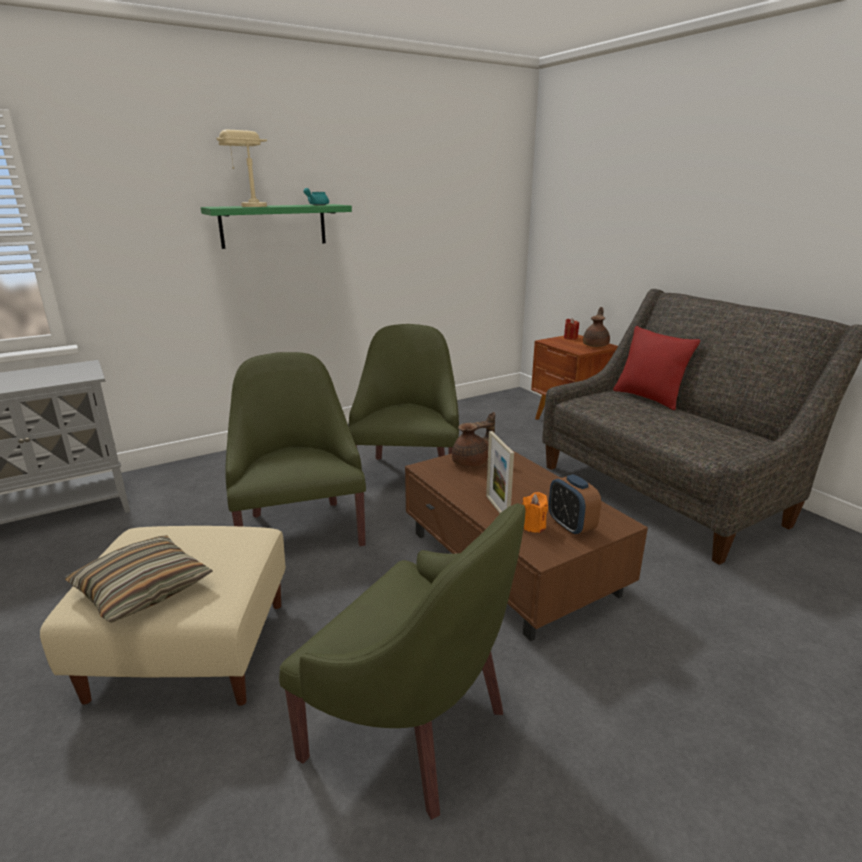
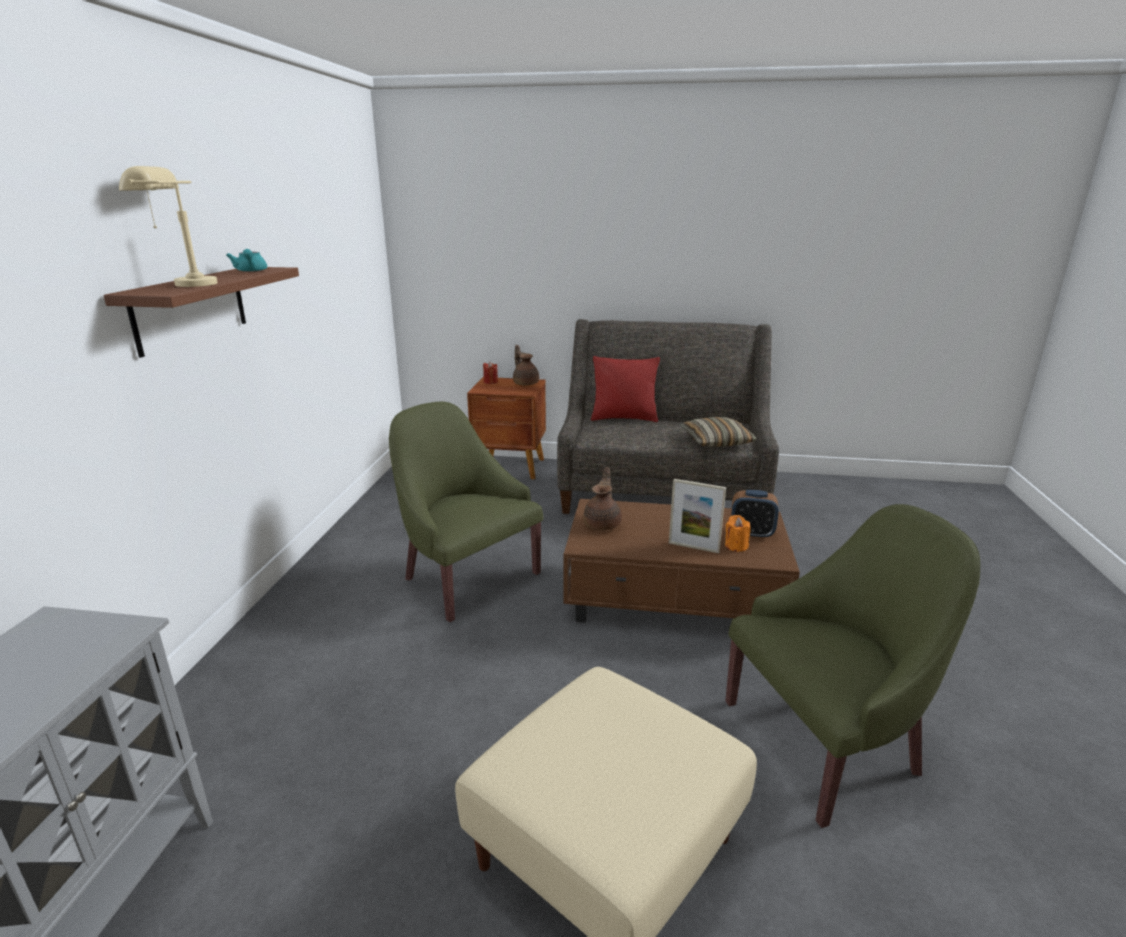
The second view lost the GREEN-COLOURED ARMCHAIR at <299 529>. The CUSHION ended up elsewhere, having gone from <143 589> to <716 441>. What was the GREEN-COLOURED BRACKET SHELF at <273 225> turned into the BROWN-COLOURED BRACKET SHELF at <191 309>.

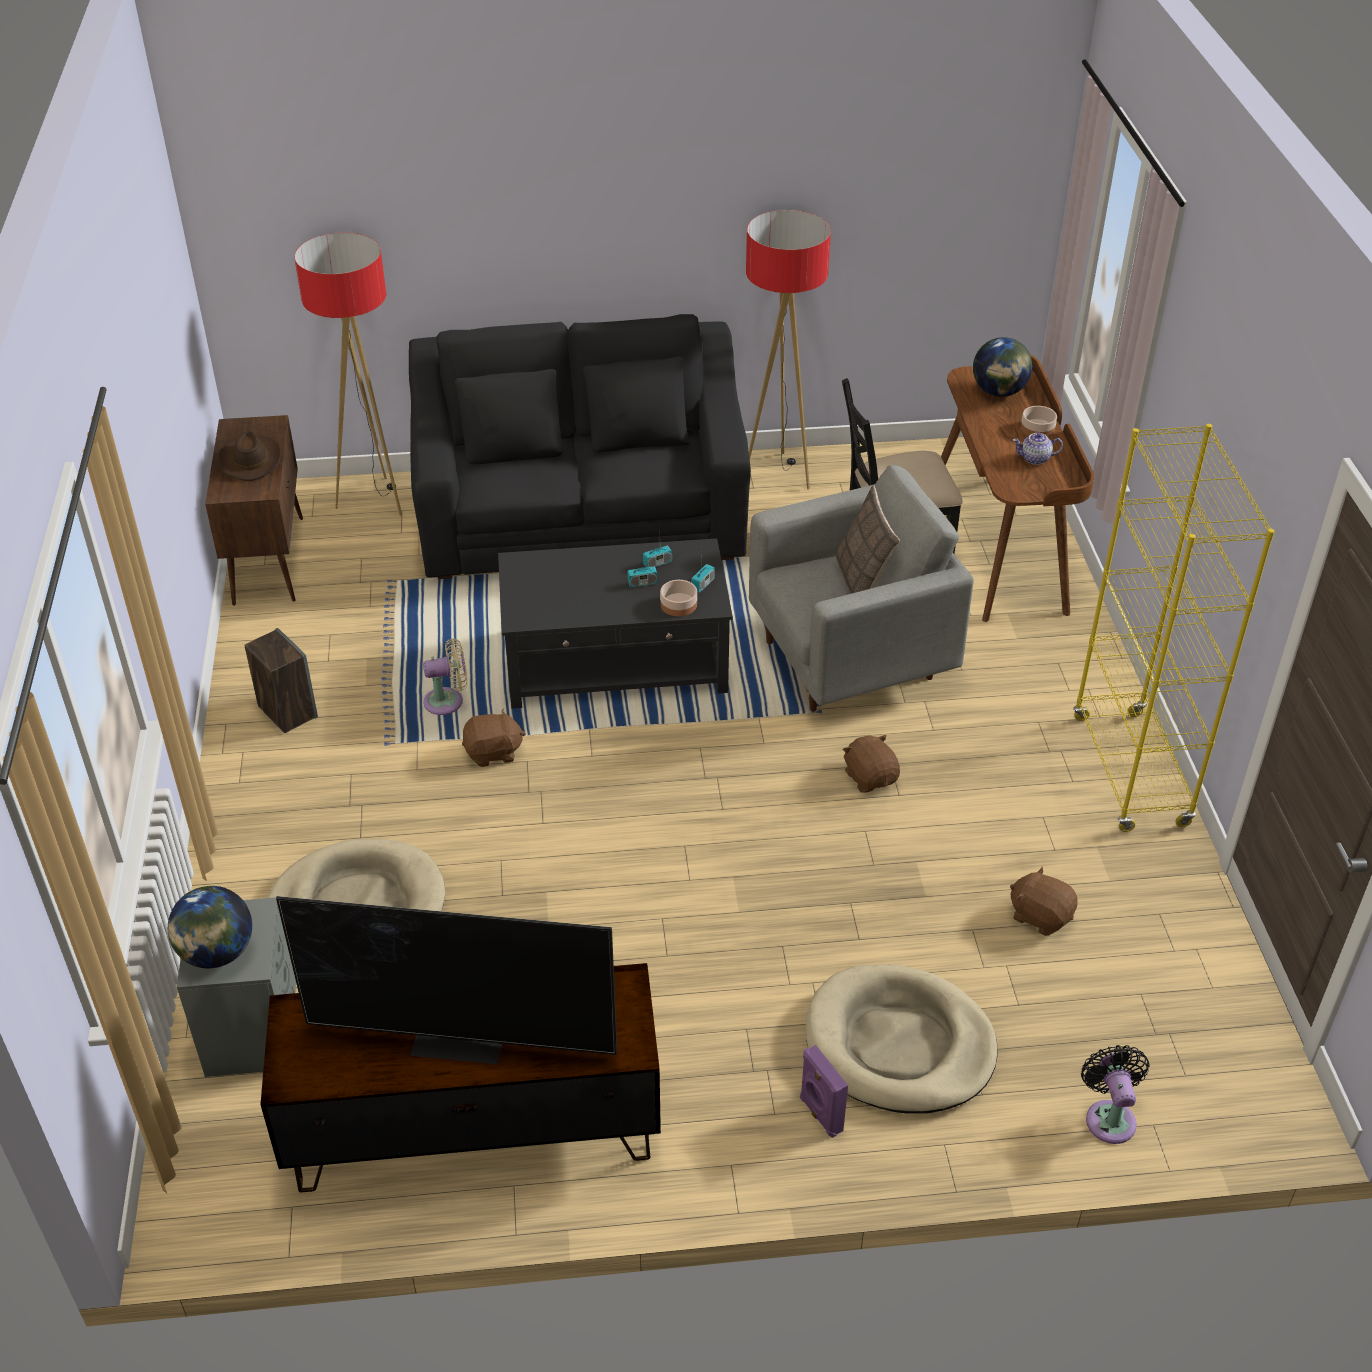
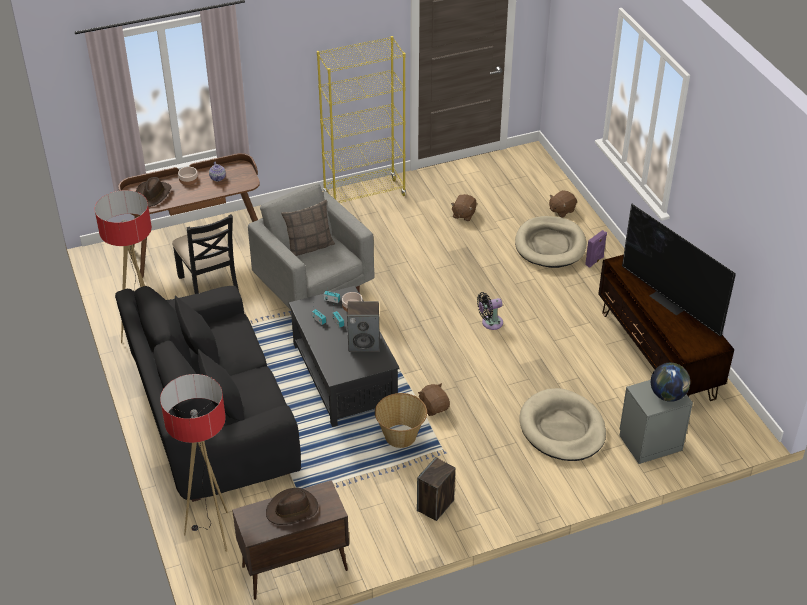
The second view gained the SPEAKER at <364 344>. The BROWN-COLOURED PLUSH TOY ended up elsewhere, having gone from <870 777> to <561 210>. The BLACKISH COOLING FAN ended up elsewhere, having gone from <1109 1117> to <490 323>. Where the SAND-COLOURED COOLING FAN stood at <448 701>, the HOUSEHOLD BASKET came to stand at <401 436>. Where the WORLD GLOBE stood at <999 392>, the BROWN-COLOURED WEARABLE HAT came to stand at <153 194>. The TV SET at <461 1039> ended up facing another way, 150 degrees clockwise from before.

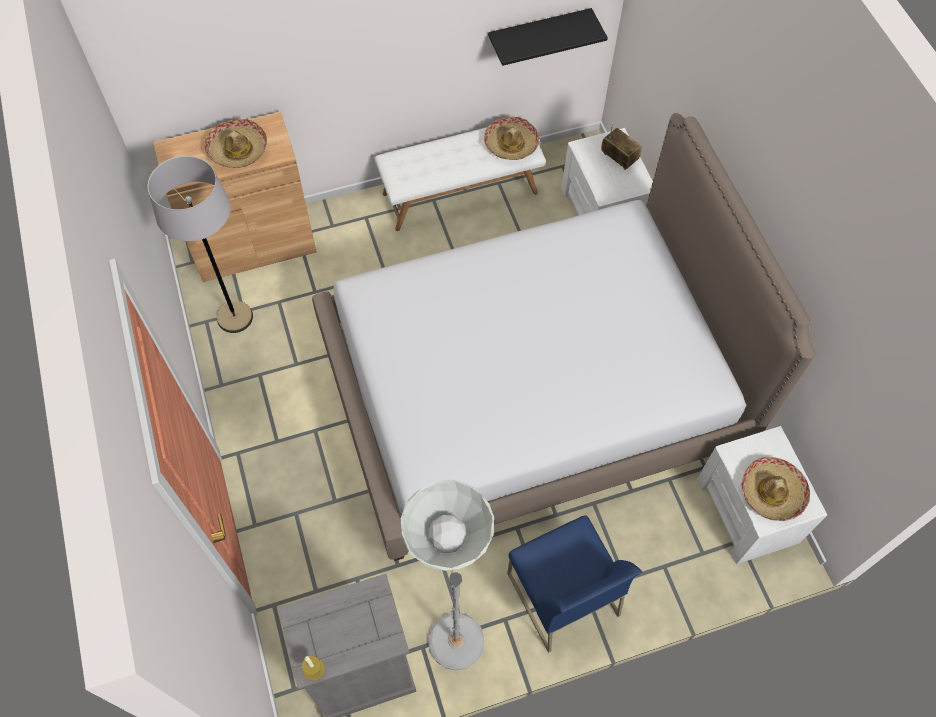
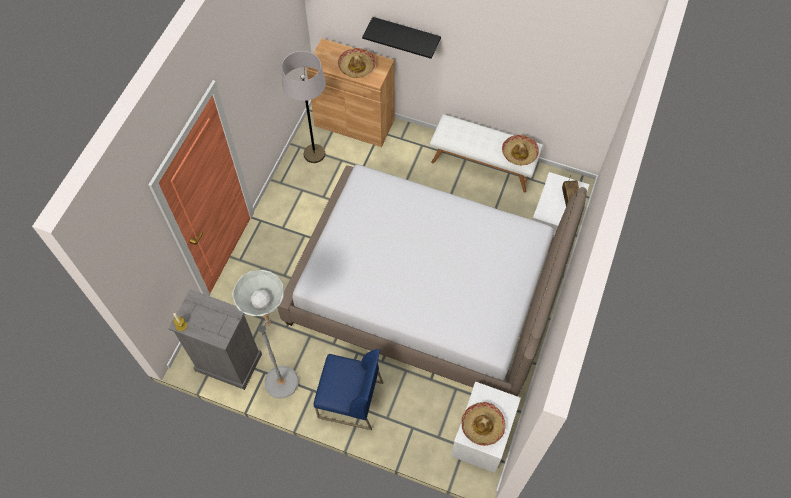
The BLACKISH BRACKET SHELF ended up elsewhere, having gone from <539 34> to <406 35>. The BLUE PLAIN CHAIR at <561 593> ended up facing another way, 90 degrees counterclockwise from before.

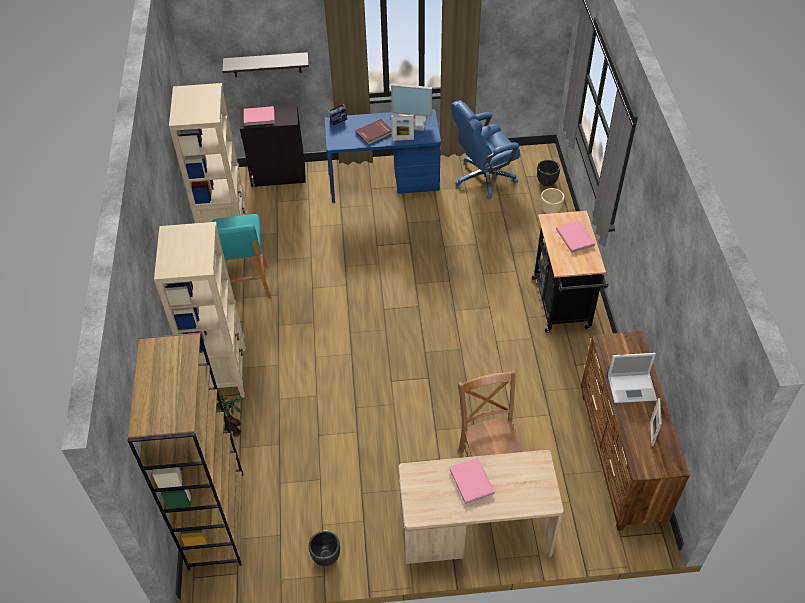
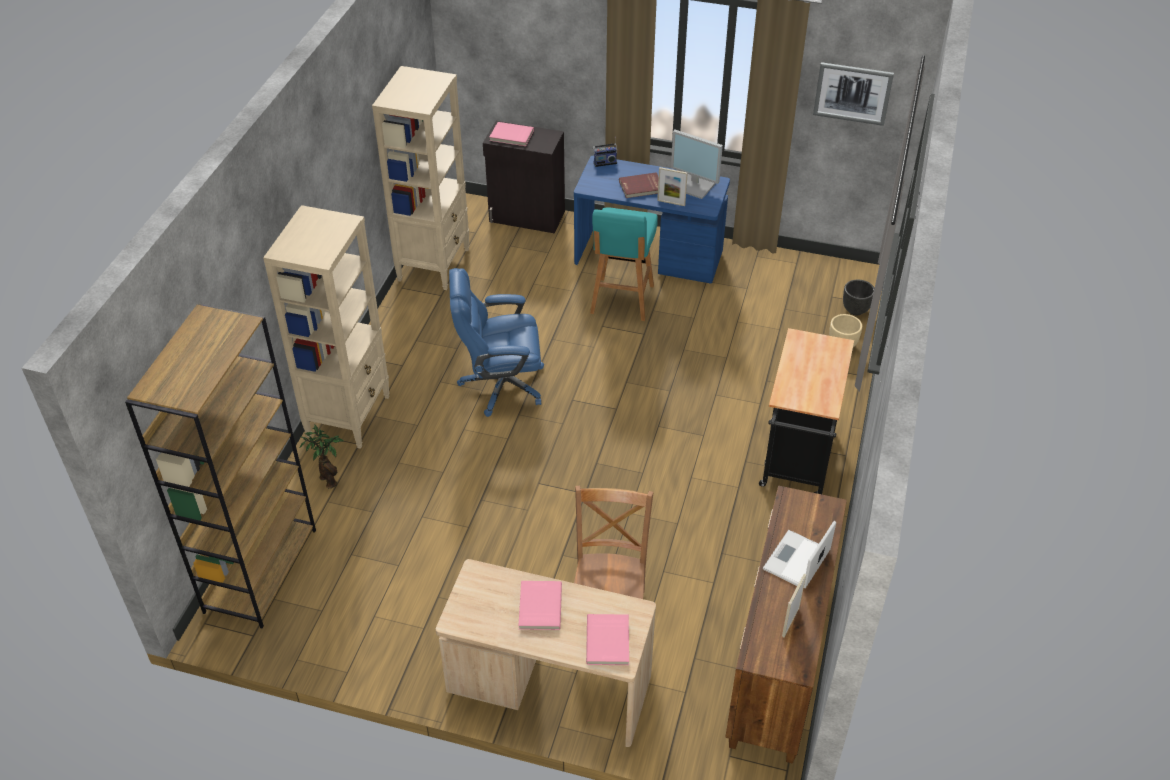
The second view lost the BRACKET SHELF at <267 64>. The second view lost the BLACKISH PLANT POT at <326 557>. The second view gained the WALL ART at <852 93>. The TURQUOISE-COLOURED SITTING STOOL ended up elsewhere, having gone from <247 286> to <621 300>. The BLUE DESK CHAIR ended up elsewhere, having gone from <483 178> to <501 385>. The PINK BOUND BOOK ended up elsewhere, having gone from <575 237> to <609 641>. The PORTABLE COMPUTER at <632 387> ended up facing another way, 105 degrees clockwise from before.

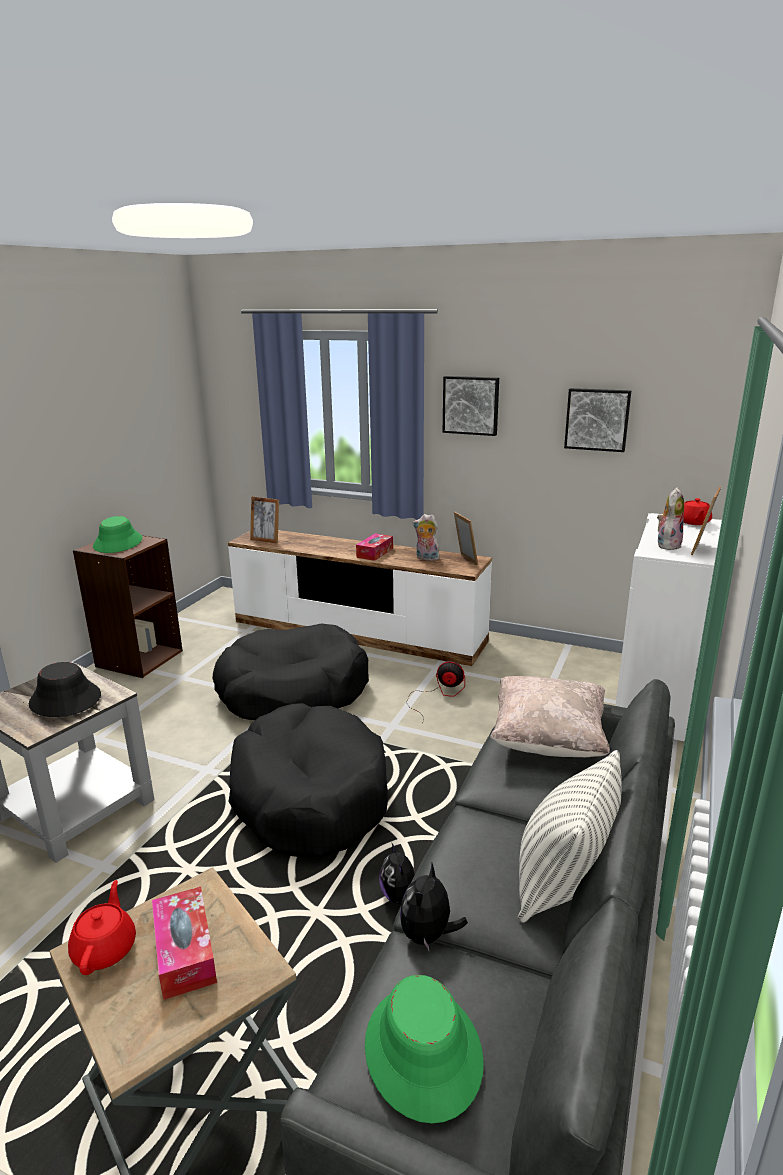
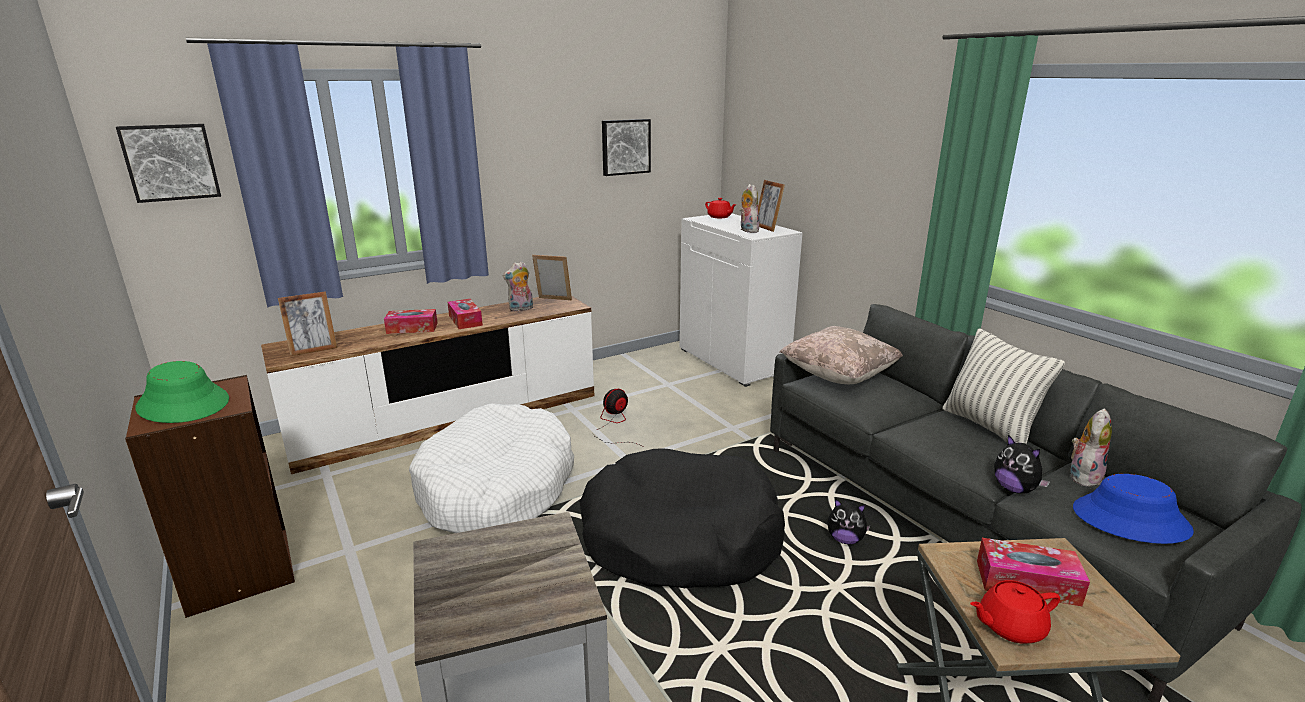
The second view lost the BLACKISH WEARABLE HAT at <65 700>. The second view gained the TISSUE HOLDER at <412 328>. The second view gained the PLUSH TOY at <1083 476>. The WALL ART ended up elsewhere, having gone from <471 405> to <171 162>. What was the BLACKISH PET BED at <292 690> turned into the WHITE-COLOURED PET BED at <497 488>. What was the GREEN-COLOURED WEARABLE HAT at <422 1051> turned into the BLUE WEARABLE HAT at <1130 520>. The RED TEA POT at <105 949> ended up facing another way, 45 degrees counterclockwise from before.

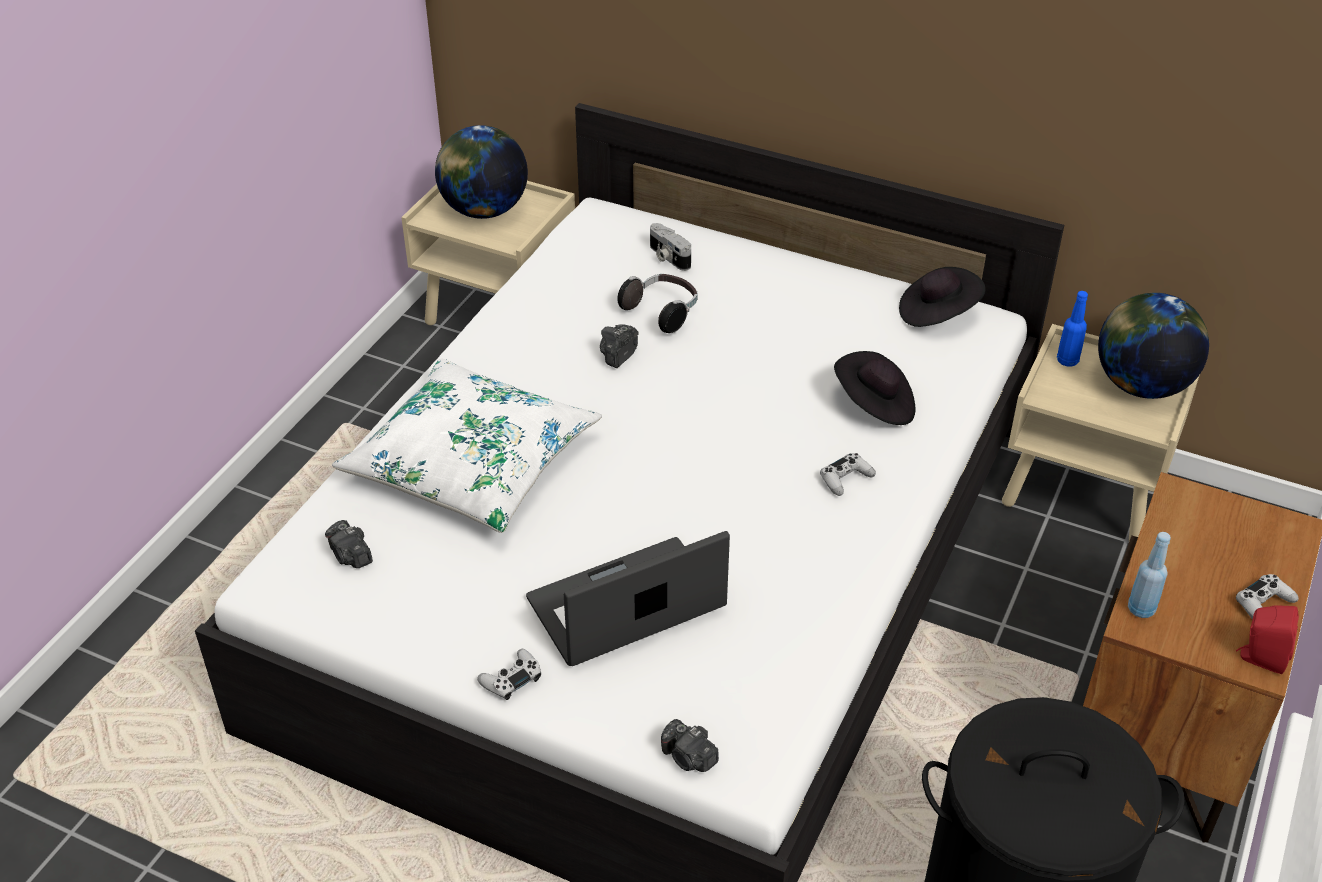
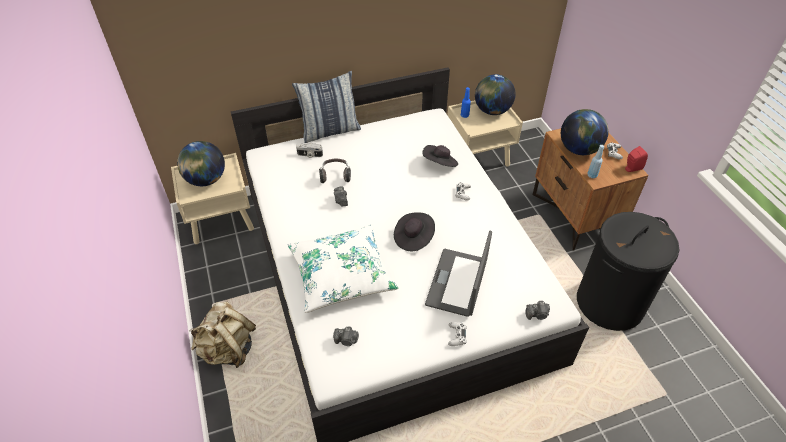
The second view gained the SAND-COLOURED RUCKSACK at <228 350>. The second view gained the CUSHION at <330 131>. The second view gained the WORLD GLOBE at <579 149>. The BLACKISH WEARABLE HAT ended up elsewhere, having gone from <937 314> to <413 238>.

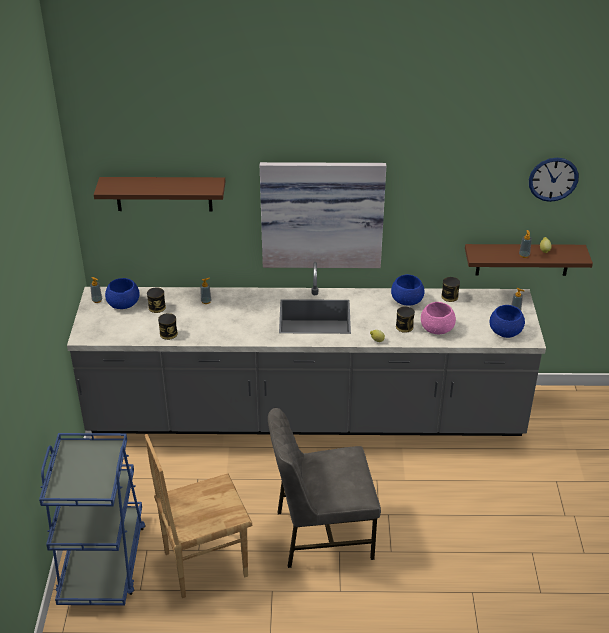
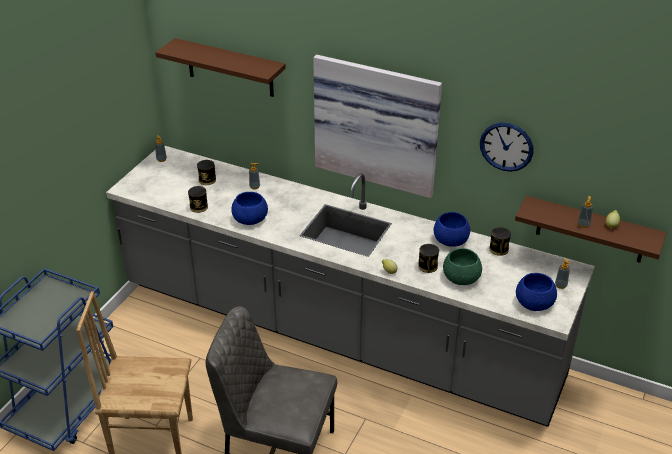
The BLUE BOWL ended up elsewhere, having gone from <123 303> to <250 218>. The CLOCK ON THE WALL ended up elsewhere, having gone from <553 179> to <506 146>. What was the PINK BOWL at <437 328> turned into the GREEN-COLOURED BOWL at <461 278>.

